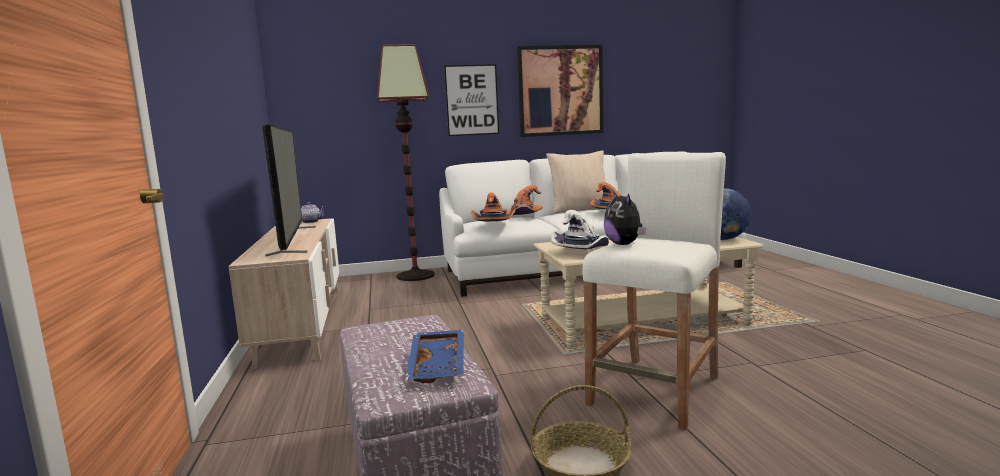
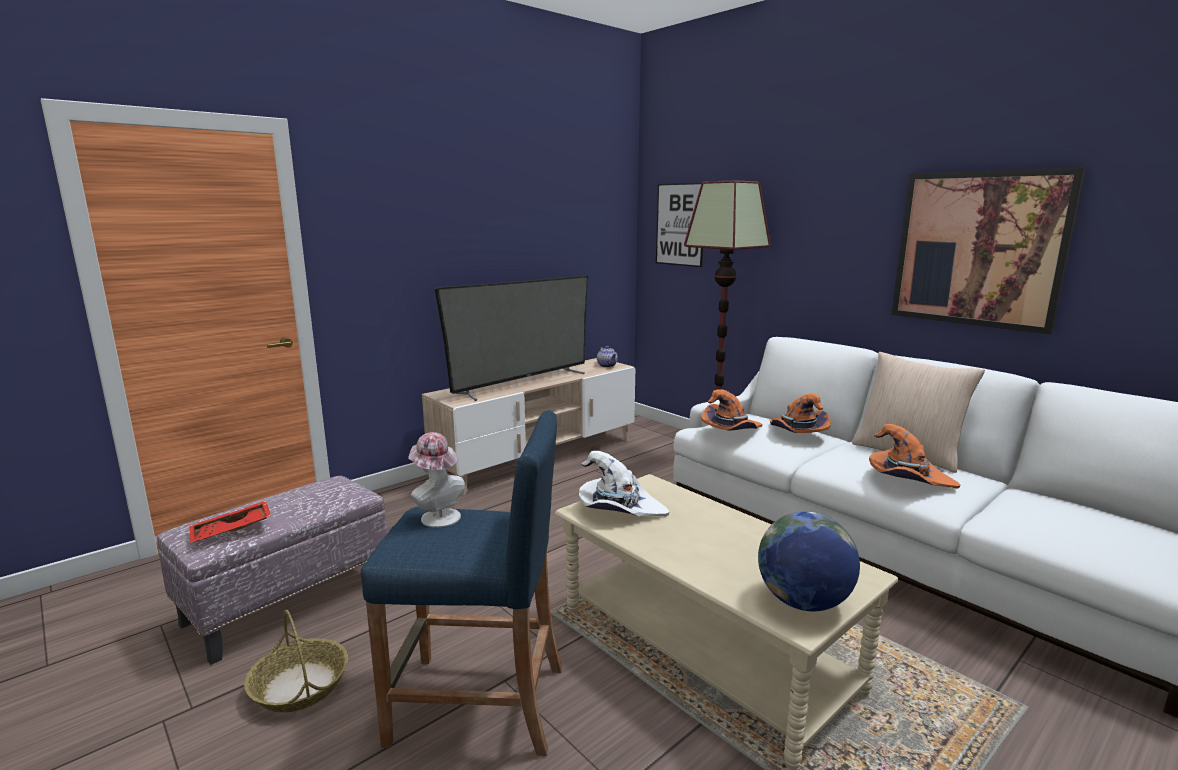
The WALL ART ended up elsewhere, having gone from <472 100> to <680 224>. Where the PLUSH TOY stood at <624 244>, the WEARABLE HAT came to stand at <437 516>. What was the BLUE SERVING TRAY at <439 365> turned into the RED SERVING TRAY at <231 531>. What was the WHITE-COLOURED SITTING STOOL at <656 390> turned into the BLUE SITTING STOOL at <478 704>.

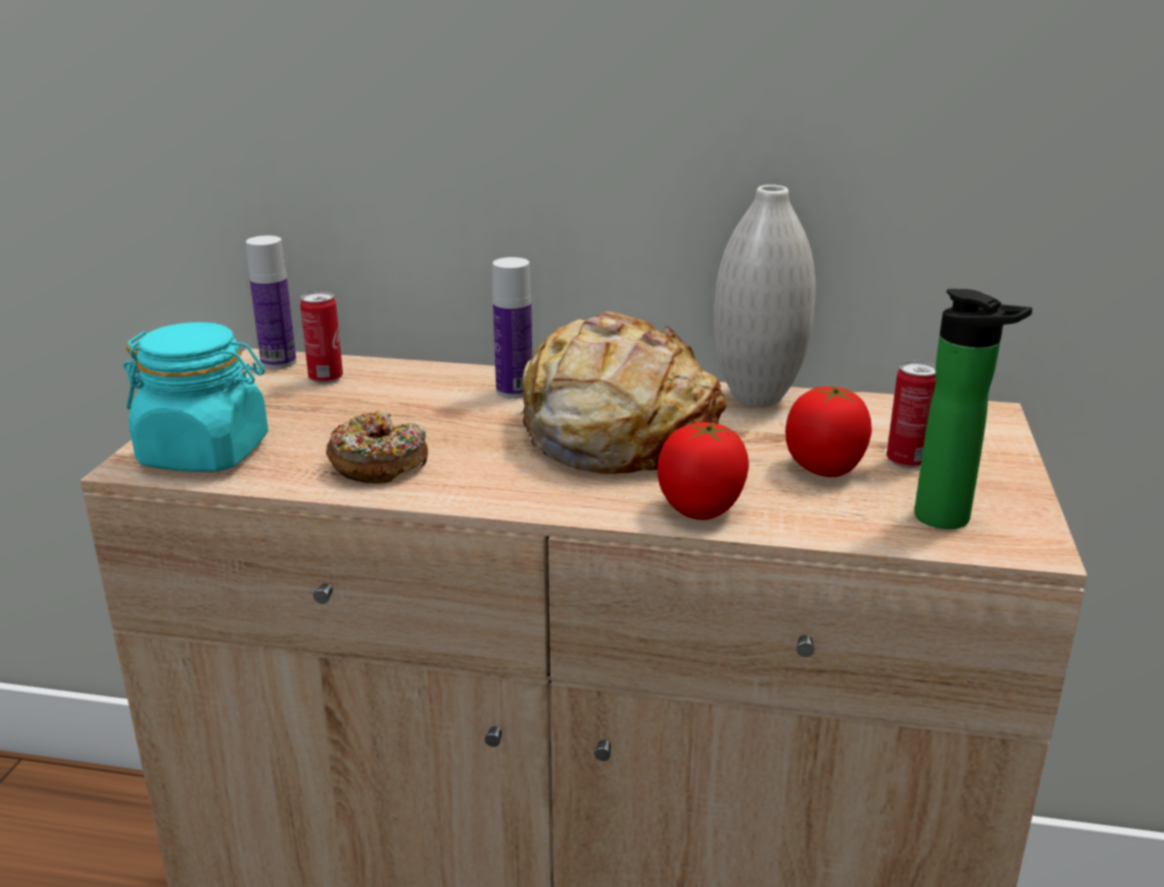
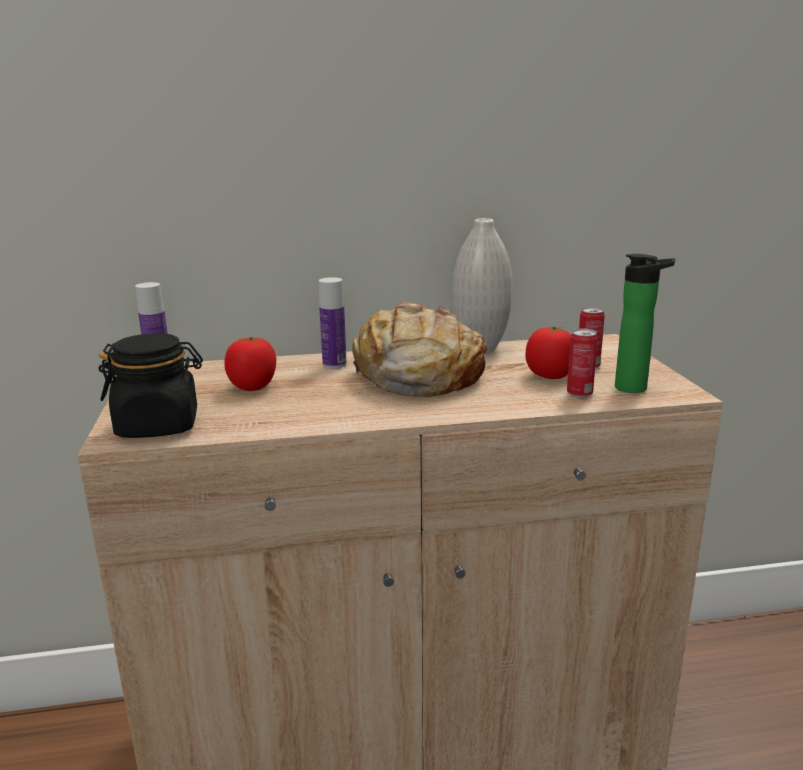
The second view lost the DONUT at <378 463>. The METAL CAN ended up elsewhere, having gone from <326 378> to <579 394>. The TOMATO ended up elsewhere, having gone from <700 509> to <253 387>. What was the TURQUOISE-COLOURED JAR at <206 453> turned into the BLACKISH JAR at <159 426>.

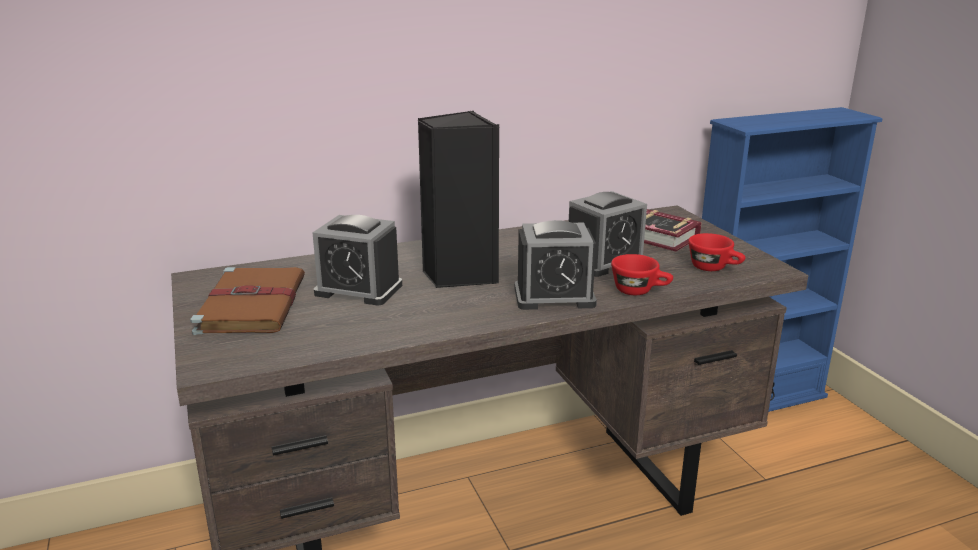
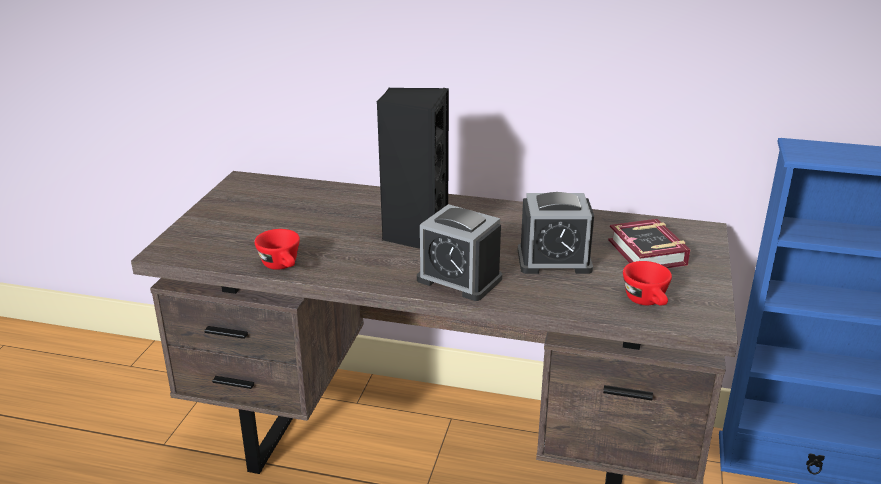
The second view lost the BROWN-COLOURED BOUND BOOK at <252 304>. The second view lost the ALARM CLOCK at <358 289>. The RED CUP ended up elsewhere, having gone from <640 291> to <282 266>.

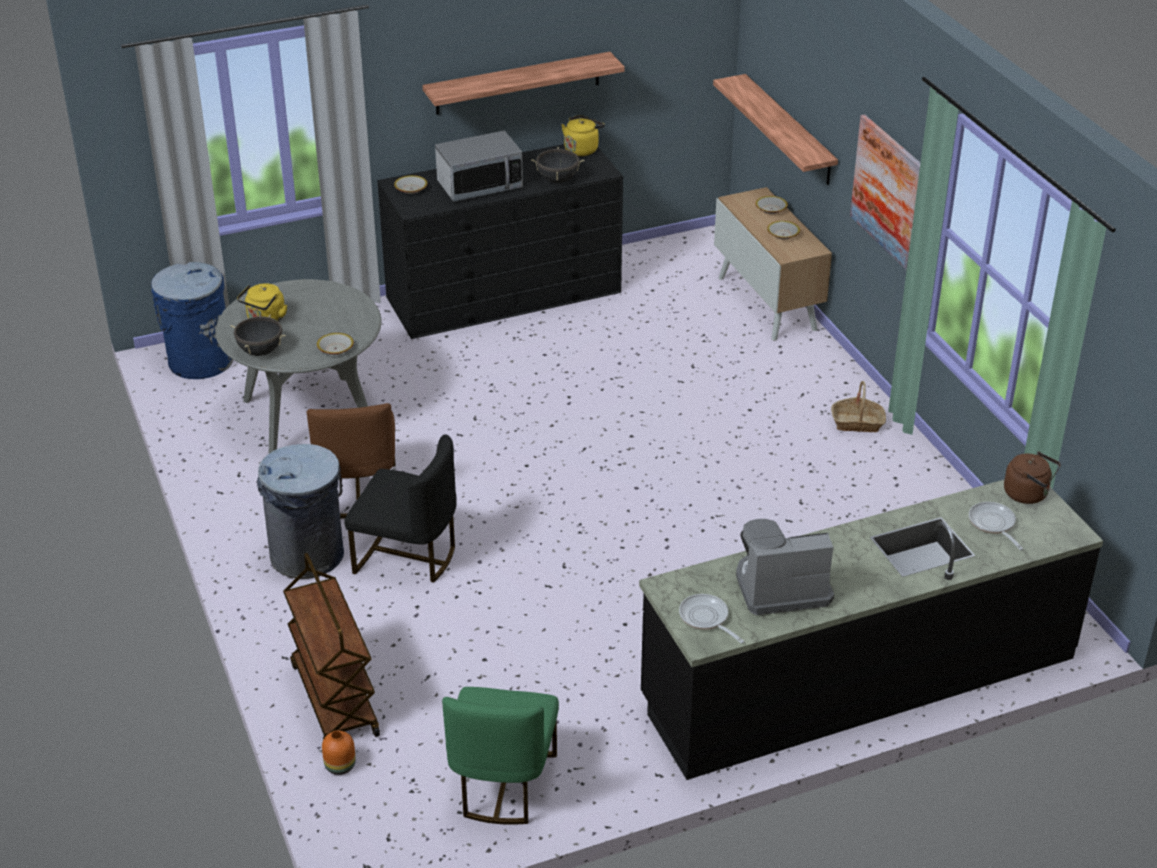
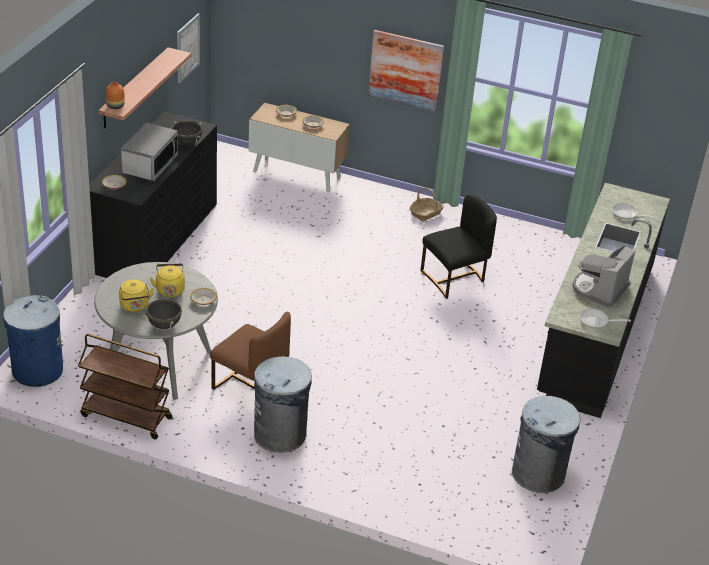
The second view lost the BRACKET SHELF at <788 130>. The second view lost the BROWN-COLOURED TEA KETTLE at <1028 494>. The second view gained the WALL ART at <187 48>. The BROWN-COLOURED WHEELED CART ended up elsewhere, having gone from <333 699> to <125 417>. The ORANGE FLOWER VASE ended up elsewhere, having gone from <339 766> to <115 106>. The BLACKISH PLAIN CHAIR ended up elsewhere, having gone from <407 557> to <454 278>. The YELLOW-COLOURED TEA KETTLE ended up elsewhere, having gone from <582 149> to <170 289>. Where the GREEN-COLOURED PLAIN CHAIR stood at <502 785>, the GREY WASTE BIN came to stand at <538 474>.

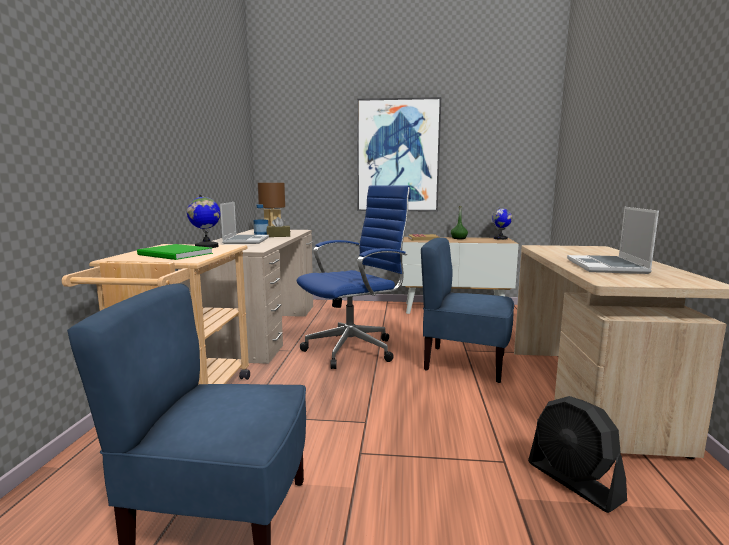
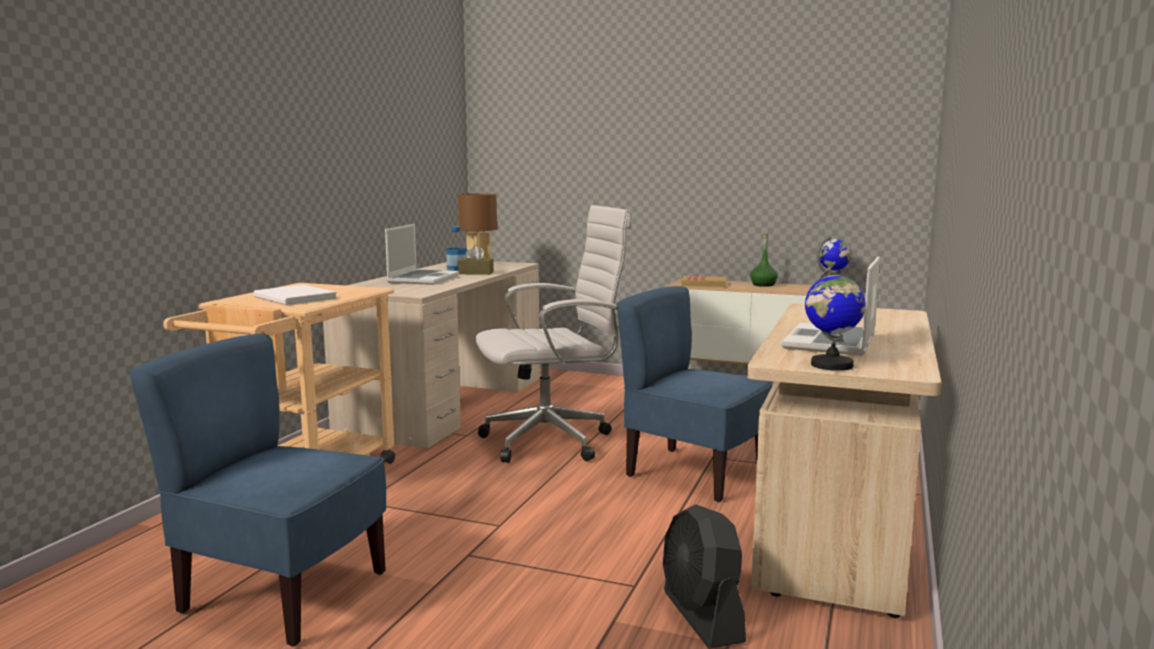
The second view lost the WALL ART at <398 156>. The WORLD GLOBE ended up elsewhere, having gone from <206 247> to <831 365>. What was the GREEN-COLOURED BOUND BOOK at <175 254> turned into the WHITE-COLOURED BOUND BOOK at <294 298>. What was the BLUE DESK CHAIR at <354 349> turned into the WHITE-COLOURED DESK CHAIR at <553 441>.

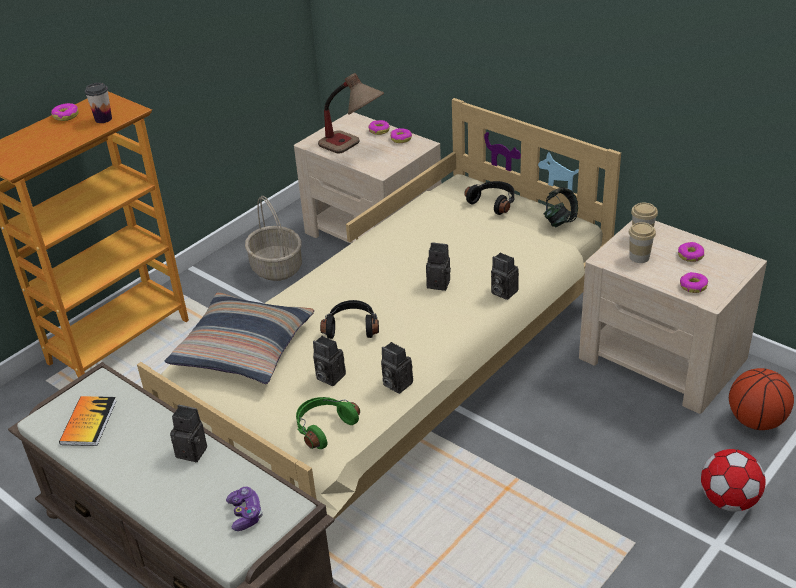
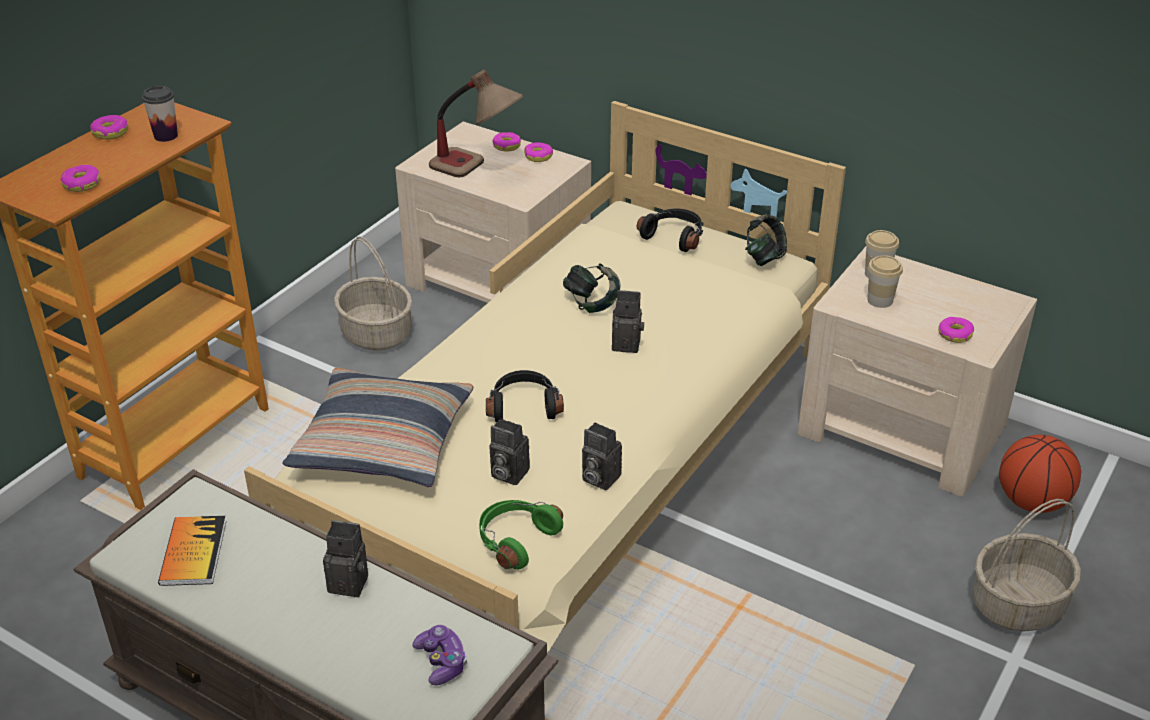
The second view lost the STILL CAMERA at <502 292>. The second view gained the PAIR OF HEADPHONES at <591 303>. The DONUT ended up elsewhere, having gone from <690 255> to <81 184>. Where the BALL FOR FOOTBALL stood at <728 500>, the HOUSEHOLD BASKET came to stand at <1018 603>.

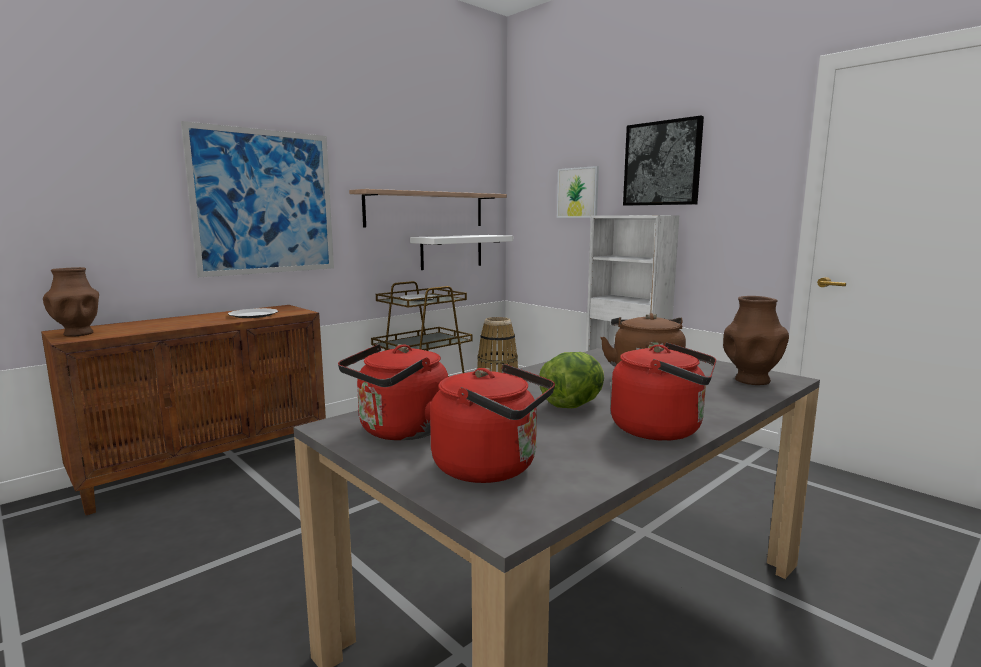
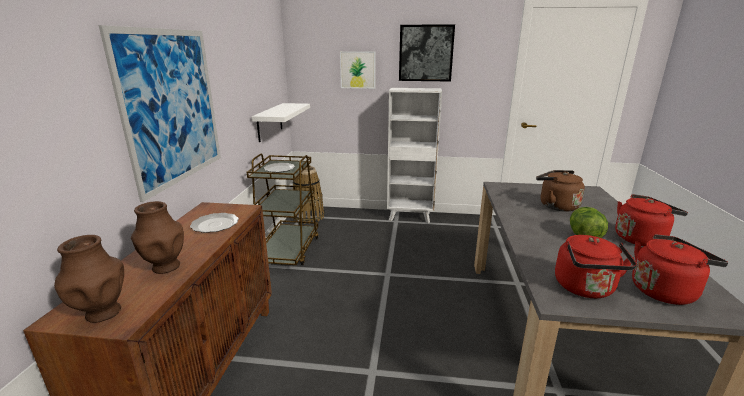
The second view lost the BRACKET SHELF at <426 209>. The BROWN-COLOURED FLOWER VASE ended up elsewhere, having gone from <751 380> to <165 267>.

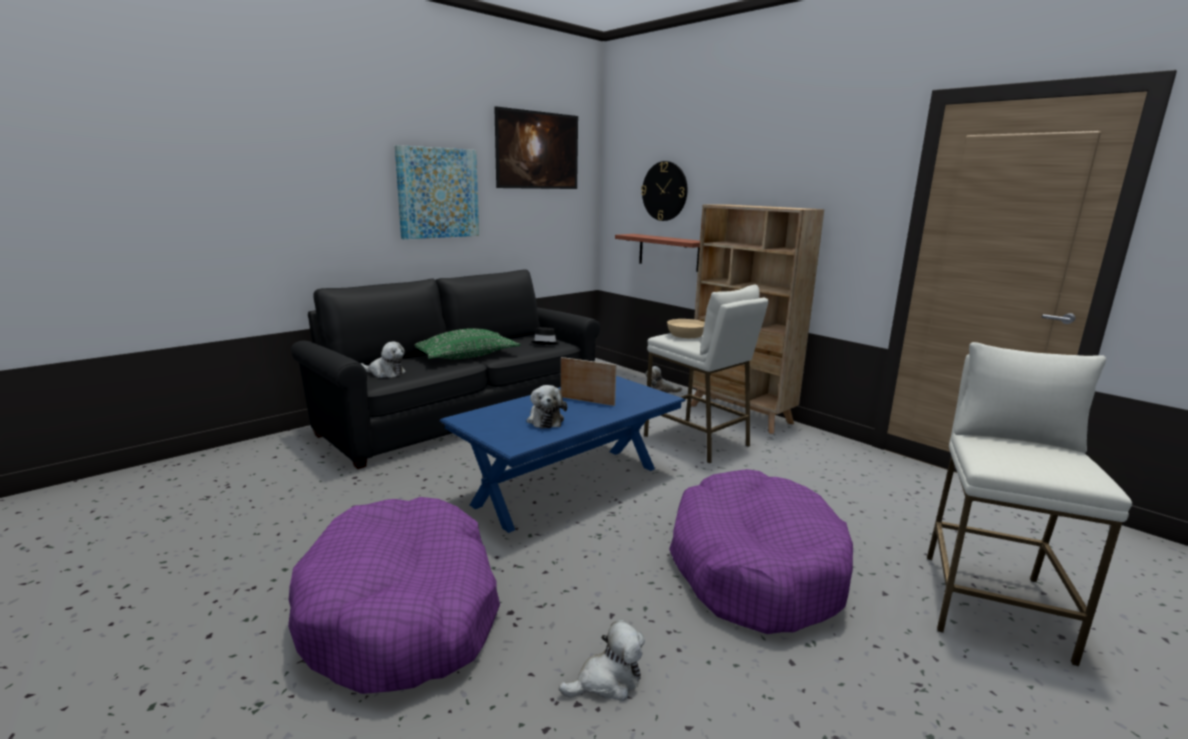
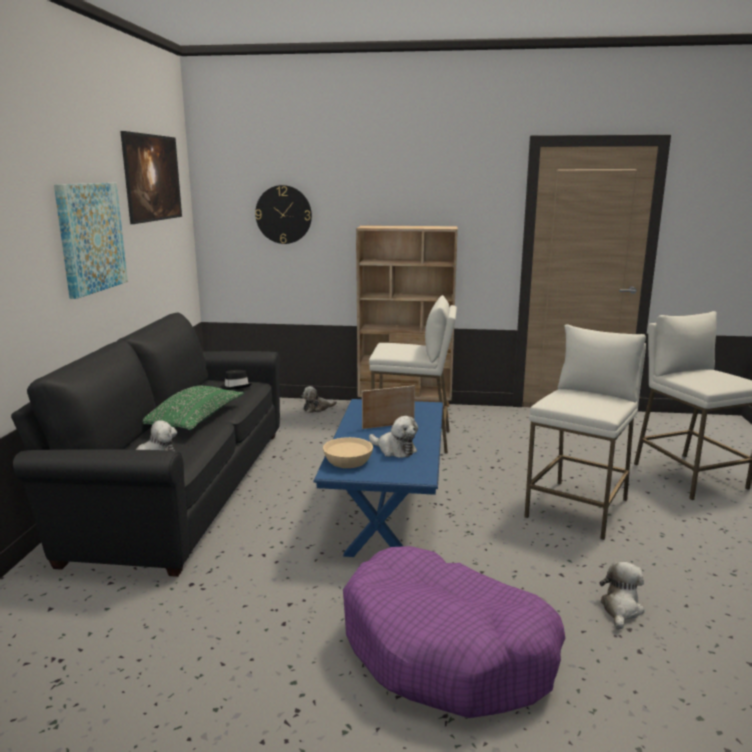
The second view lost the BRACKET SHELF at <669 252>. The SAND-COLOURED BOWL ended up elsewhere, having gone from <686 335> to <348 461>. Where the PURPLE-COLOURED PET BED stood at <754 567>, the WHITE-COLOURED SITTING STOOL came to stand at <578 508>.

